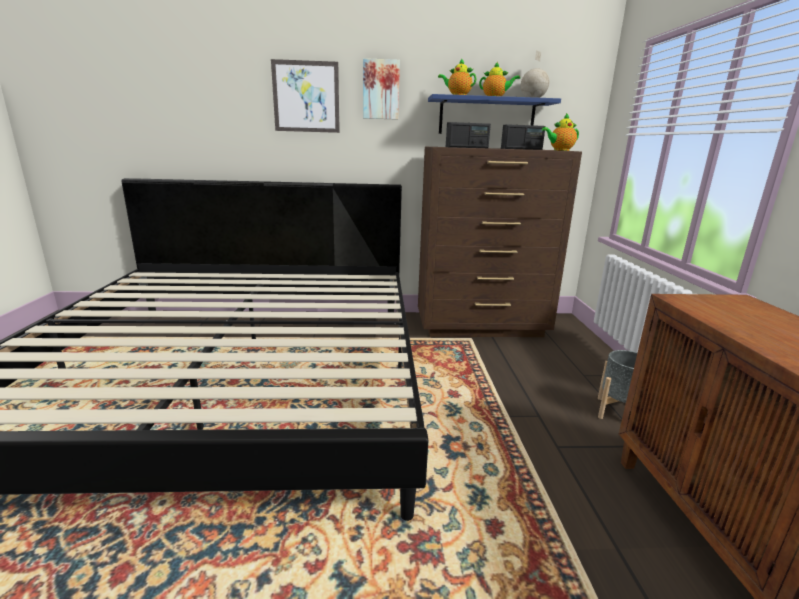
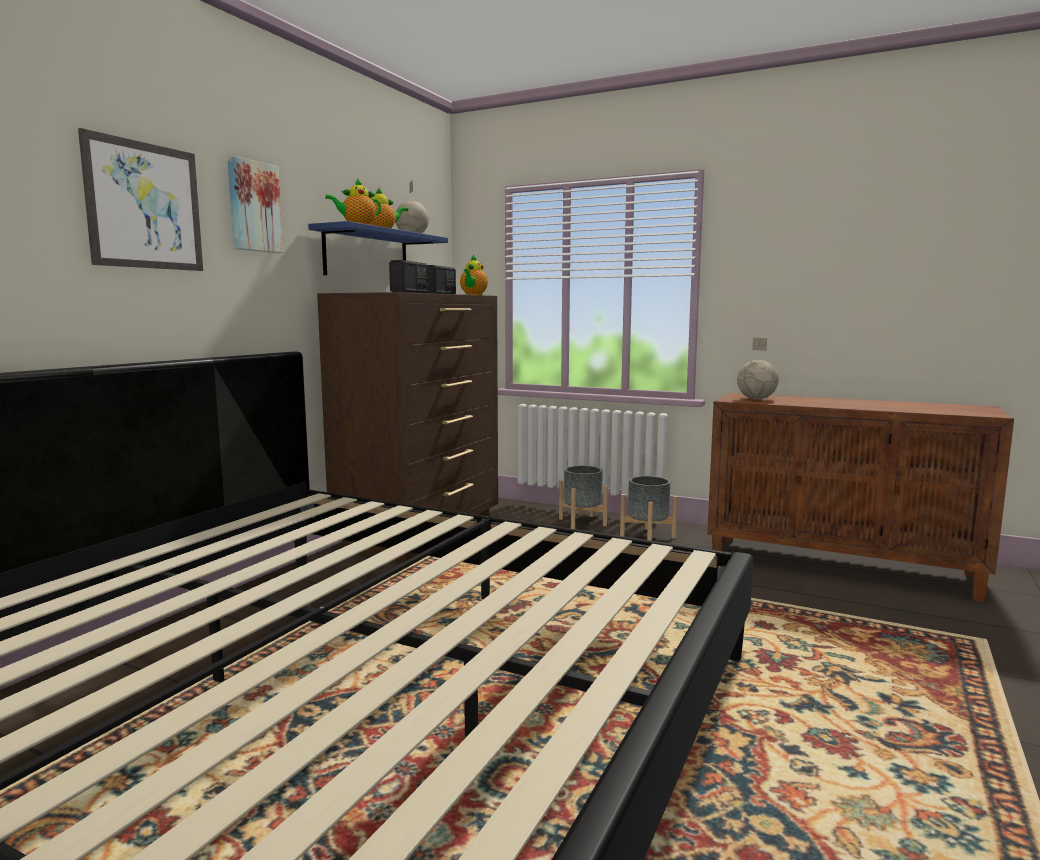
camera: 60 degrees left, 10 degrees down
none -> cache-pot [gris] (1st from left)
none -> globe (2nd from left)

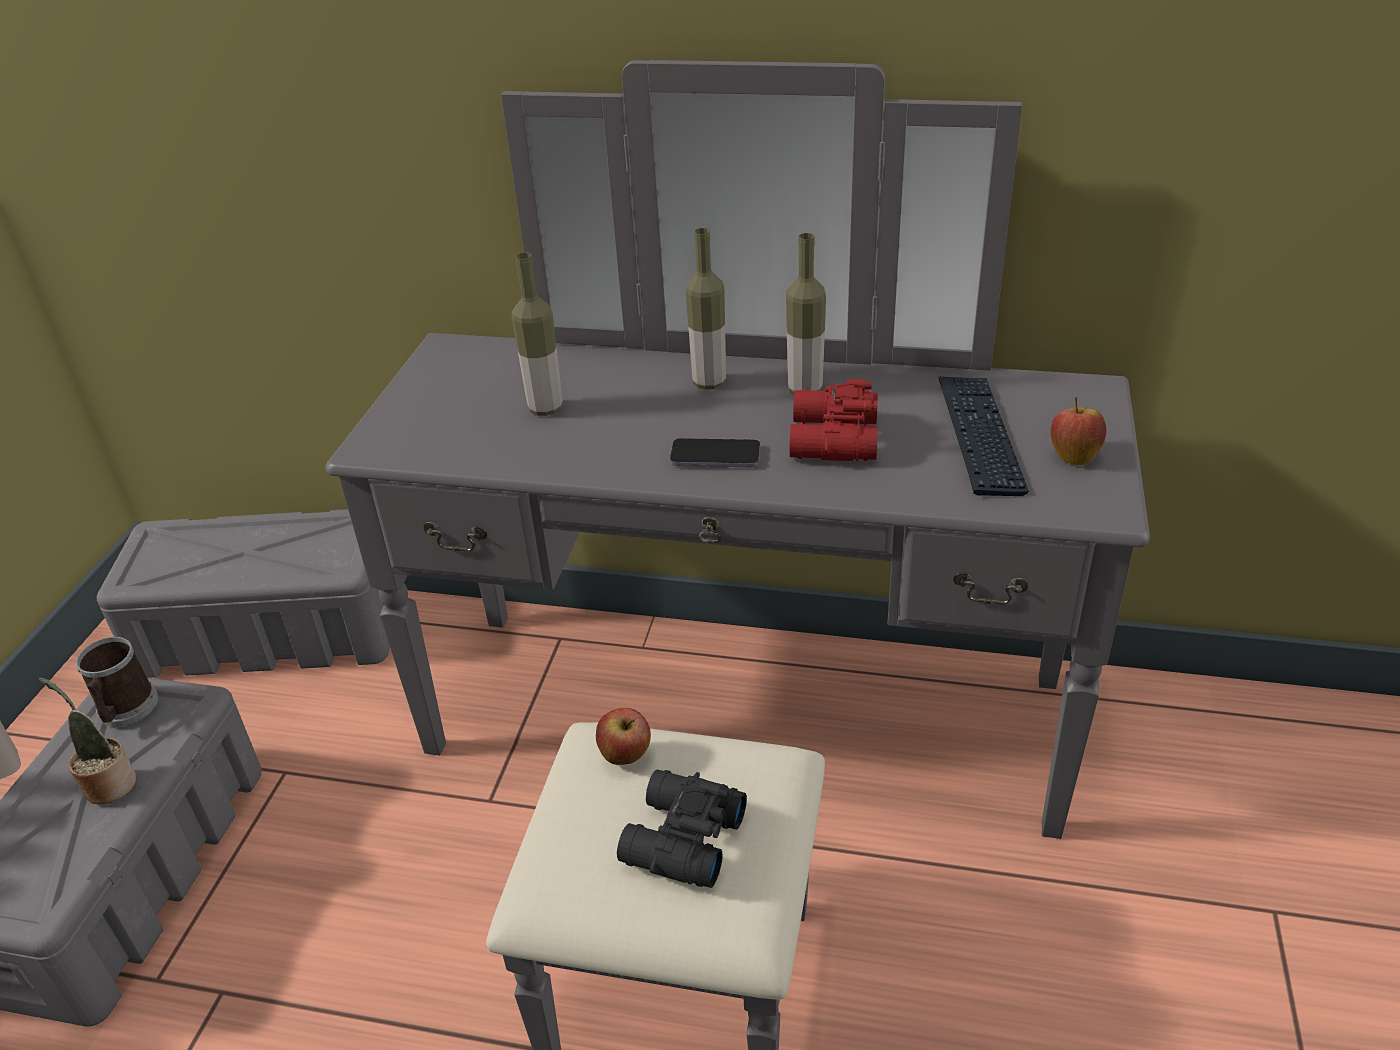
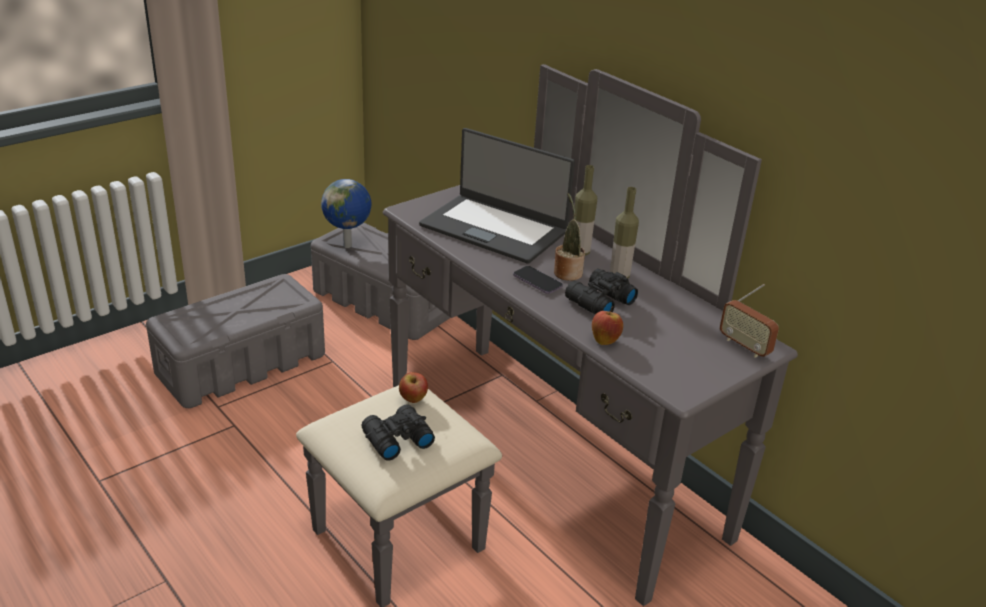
camera: 35 degrees right, 5 degrees down
none -> globe
bouteille (1st from left) -> ordinateur portable
plante en pot, moved
jumelles [rouge] -> jumelles [noir] (2nd from left)
pomme (2nd from left), moved
none -> radio
mug -> none
clavier -> none

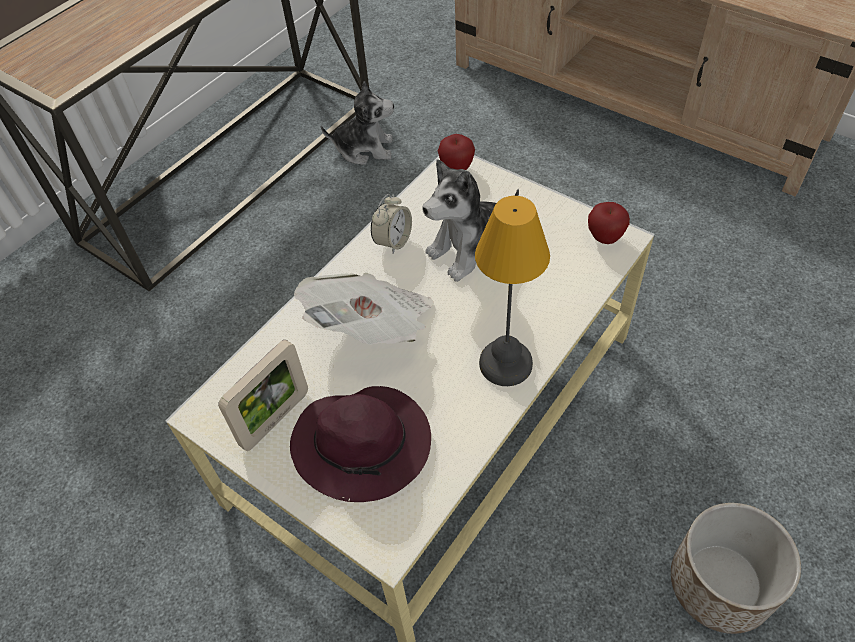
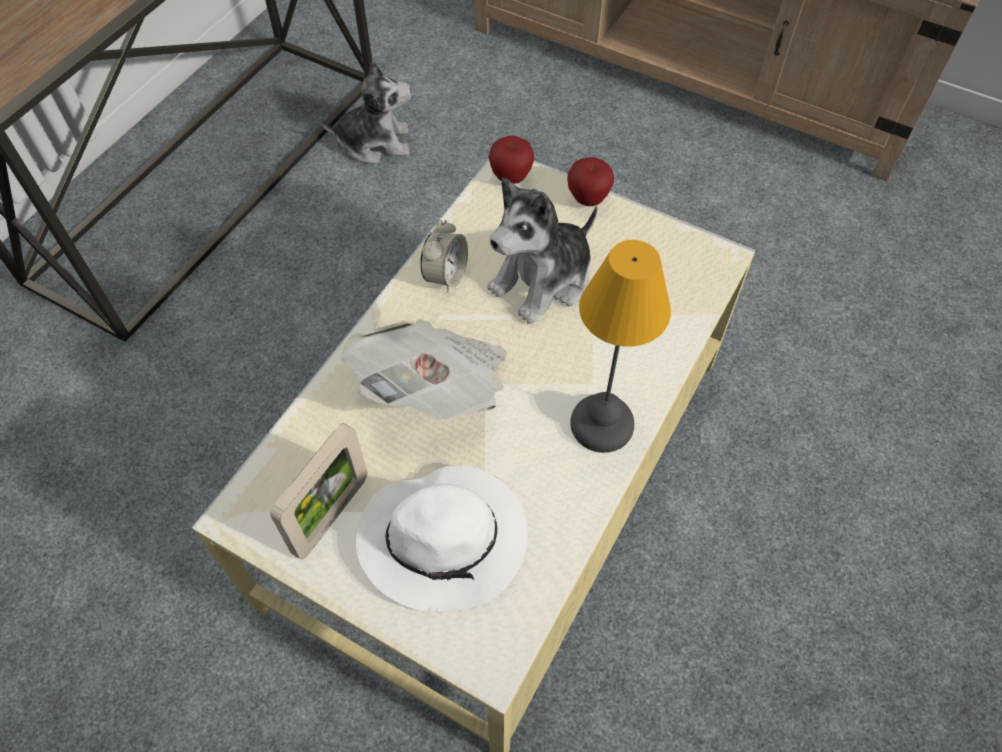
camera: 10 degrees left, 5 degrees up
chapeau [violet] -> chapeau [blanc]
pomme (2nd from left), moved
cache-pot -> none

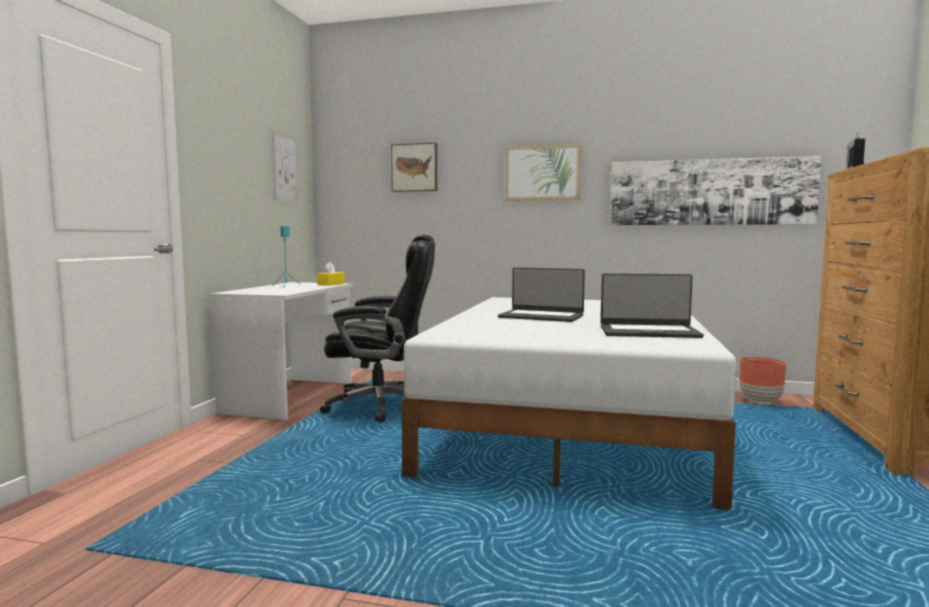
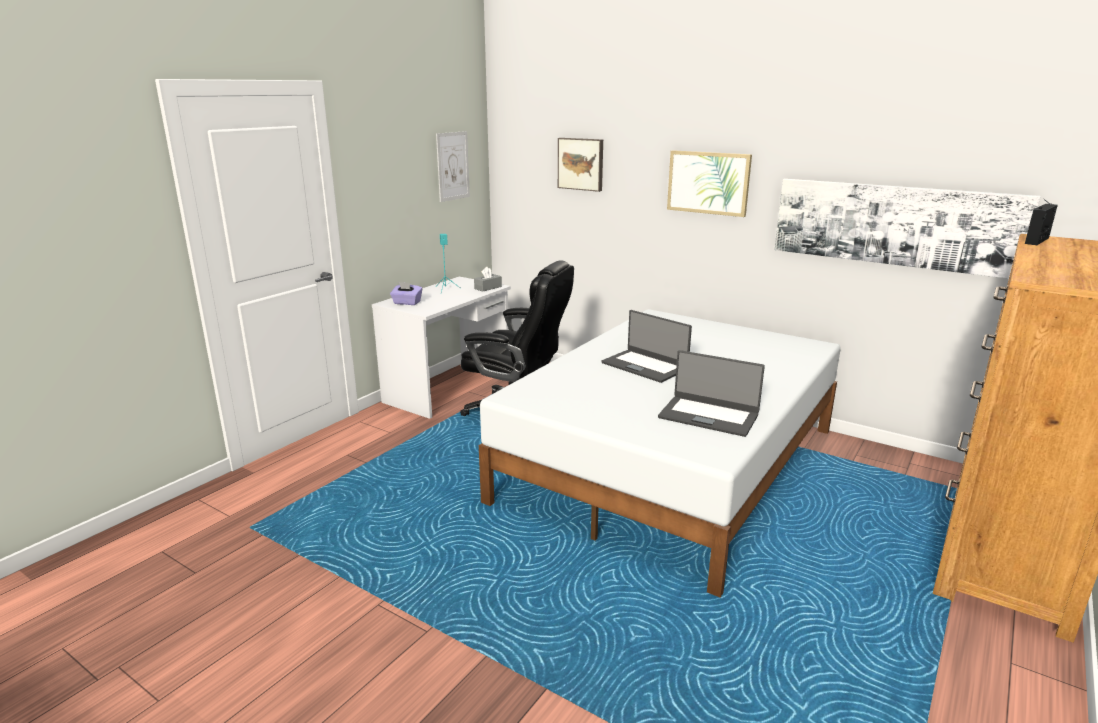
camera: 20 degrees right, 15 degrees up
none -> boîte à mouchoirs [violet]
boîte à mouchoirs [jaune] -> boîte à mouchoirs [gris]
cache-pot [marron] -> none

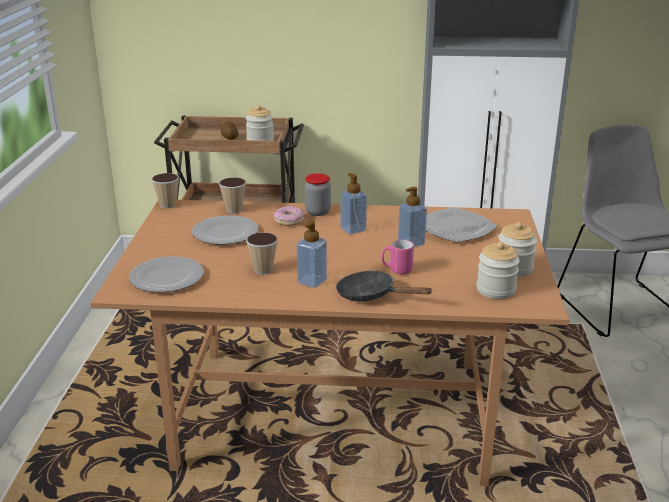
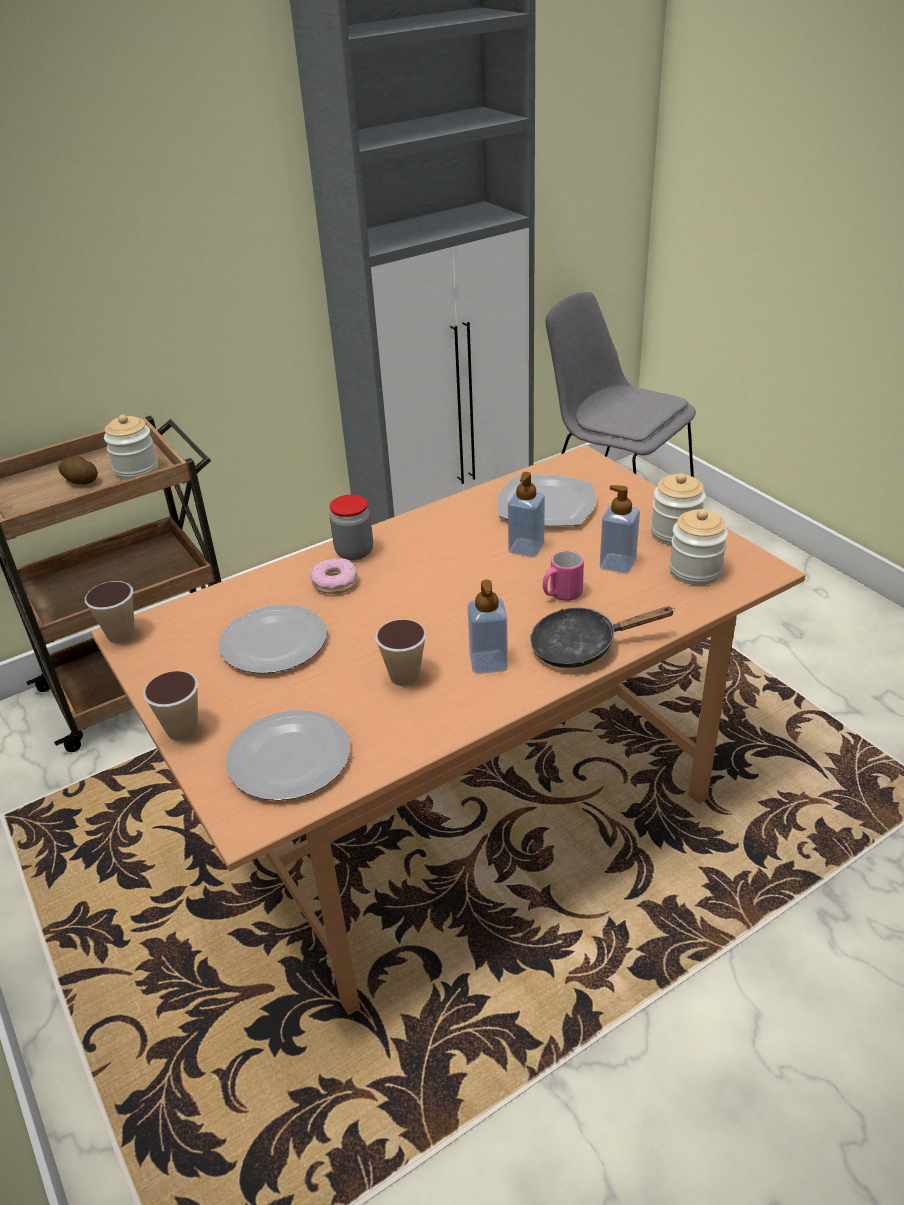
camera: 35 degrees left, 10 degrees up
tasse (2nd from left), moved
distributeur de savon (2nd from left in the first image) -> distributeur de savon (3rd from left), moved

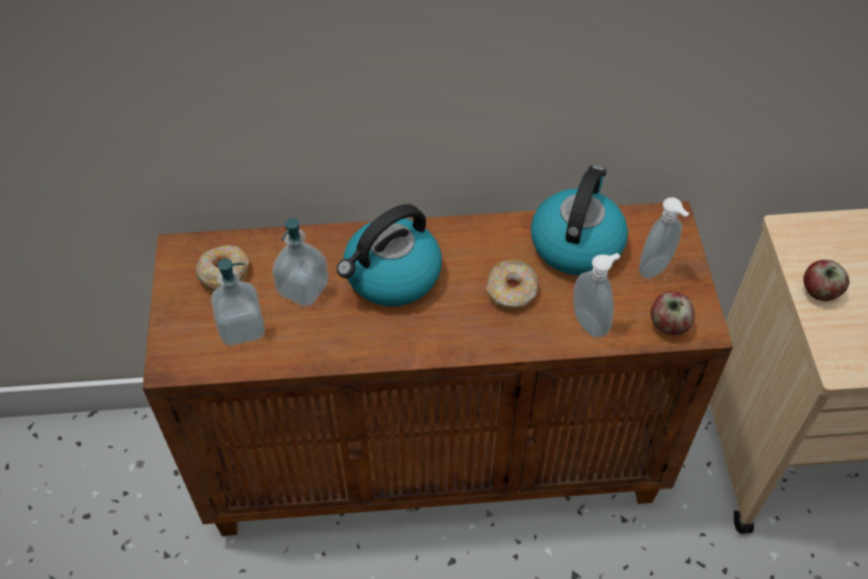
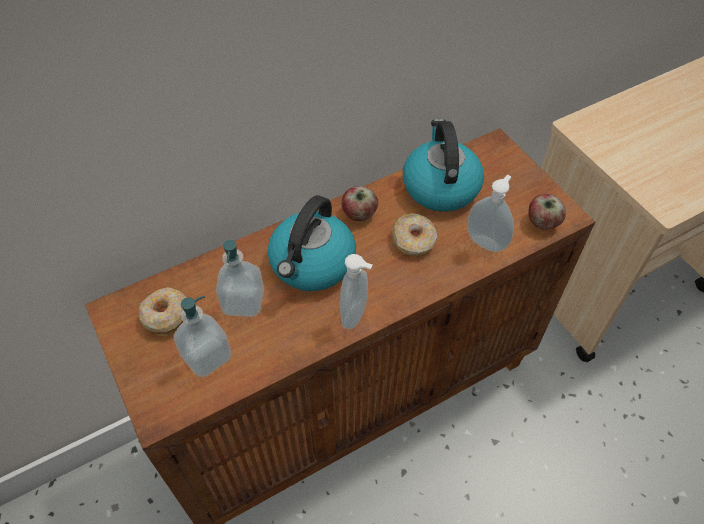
camera: 25 degrees left, 0 degrees up
distributeur de savon (4th from left in the first image) -> distributeur de savon (3rd from left), moved
pomme (2nd from left in the first image) -> pomme (1st from left), moved

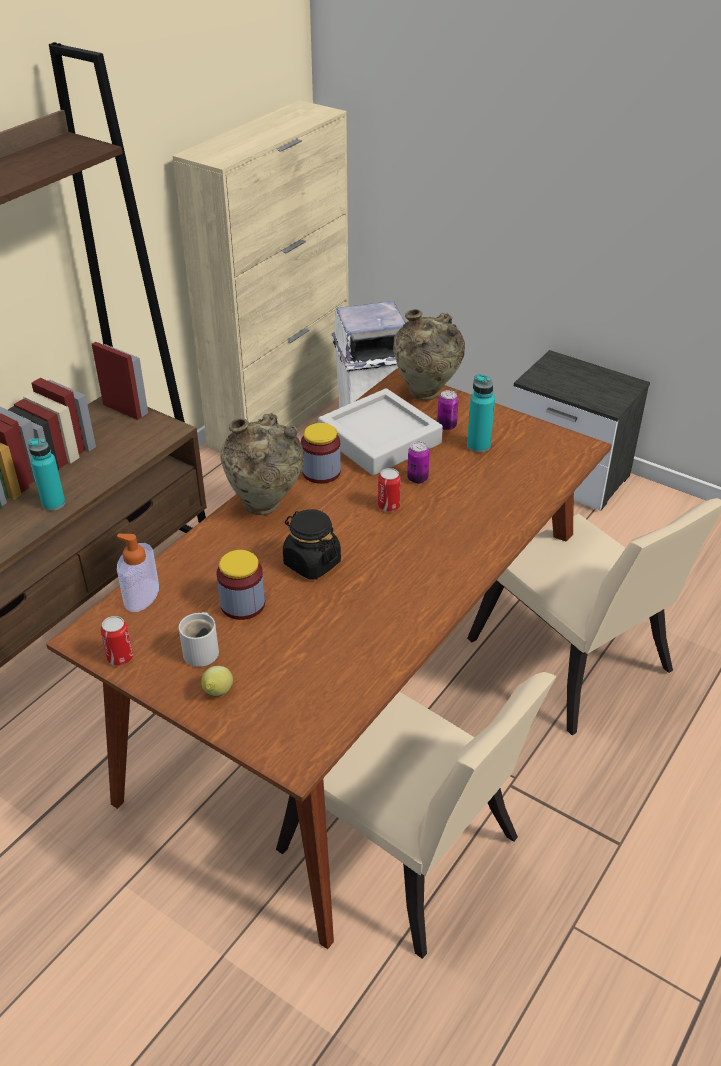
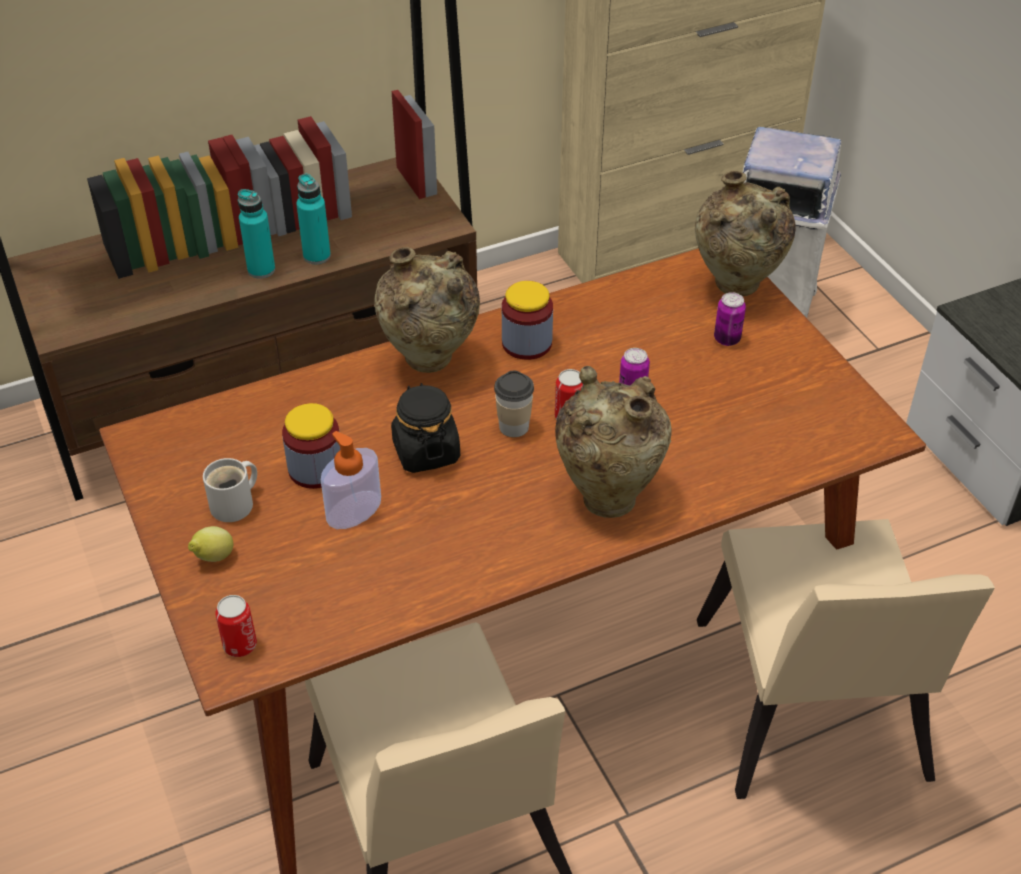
camera: 30 degrees right, 5 degrees up
boîte métallique (1st from left), moved
bouteille [turquoise] (2nd from left), moved
distributeur de savon, moved
none -> tasse
none -> vase [beige] (2nd from left)
plateau [gris] -> none

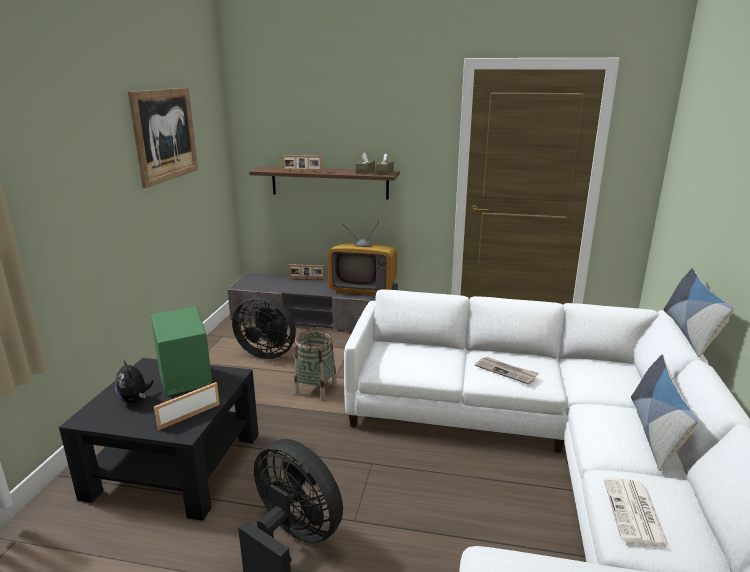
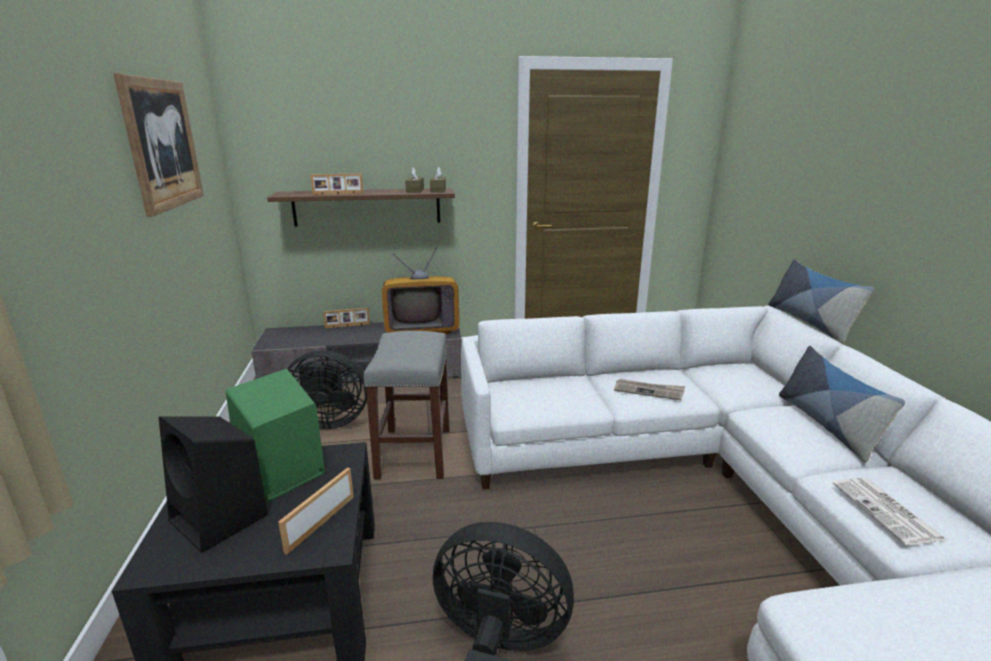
camera: 20 degrees left, 0 degrees up
peluche -> enceinte [noir]
panier -> tabouret [gris]

